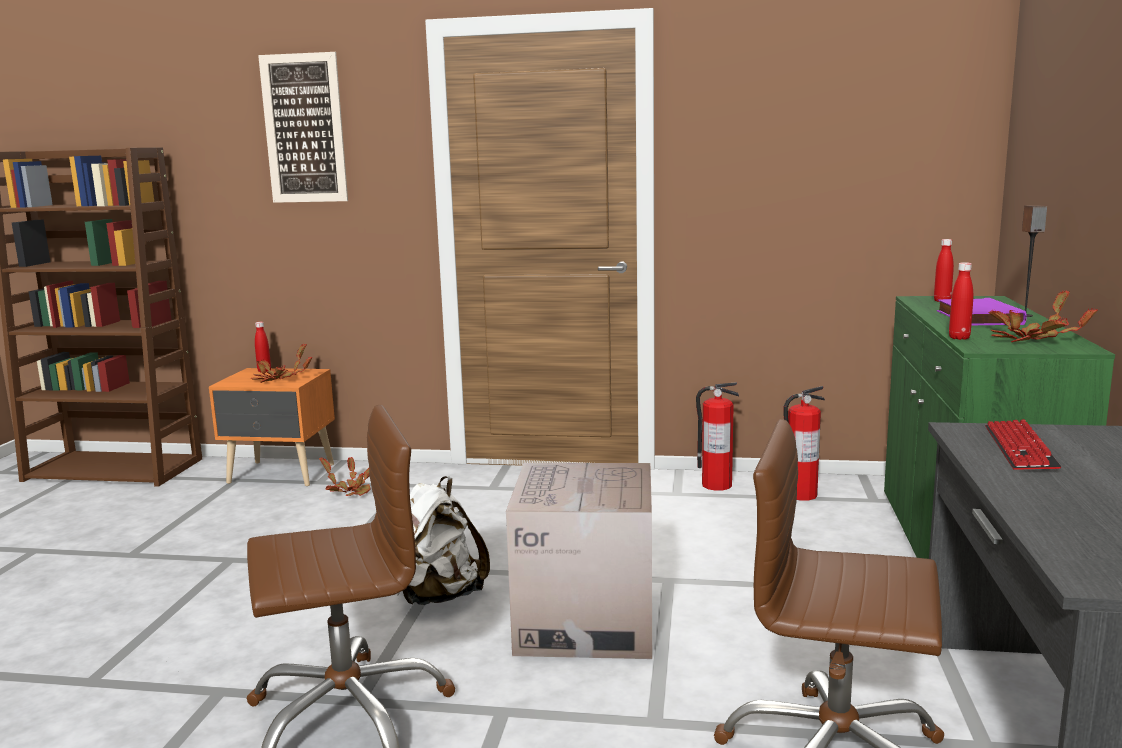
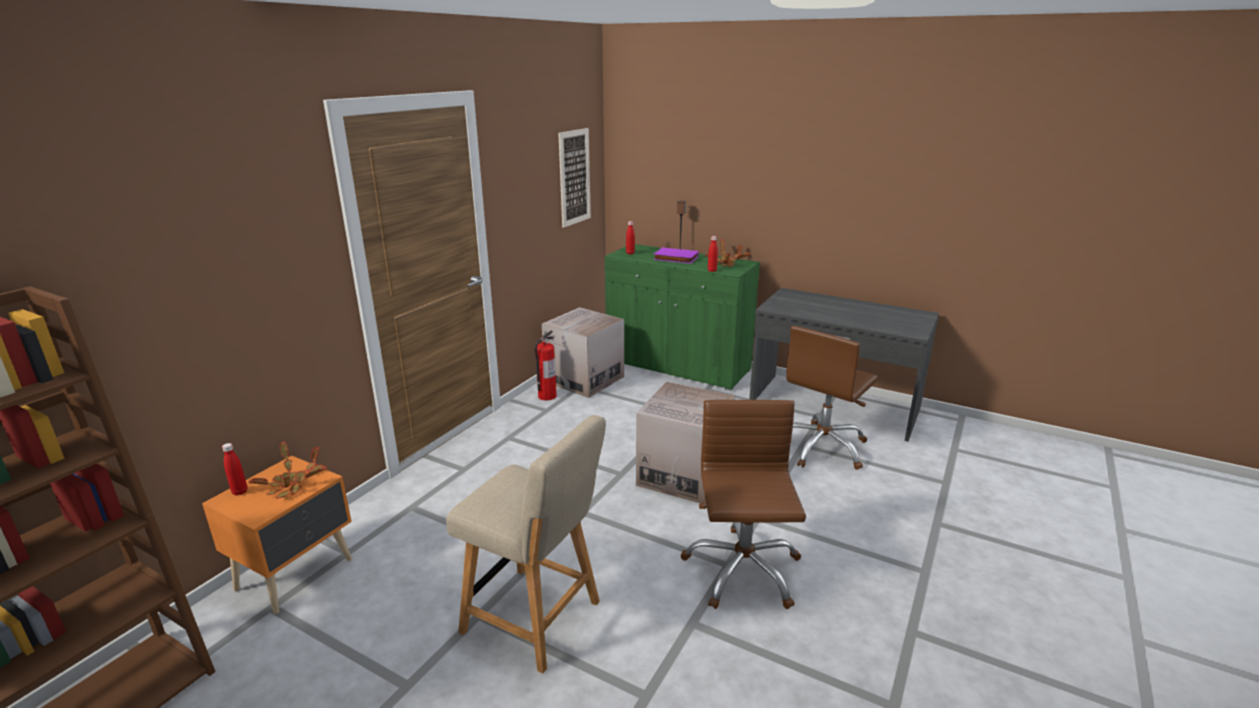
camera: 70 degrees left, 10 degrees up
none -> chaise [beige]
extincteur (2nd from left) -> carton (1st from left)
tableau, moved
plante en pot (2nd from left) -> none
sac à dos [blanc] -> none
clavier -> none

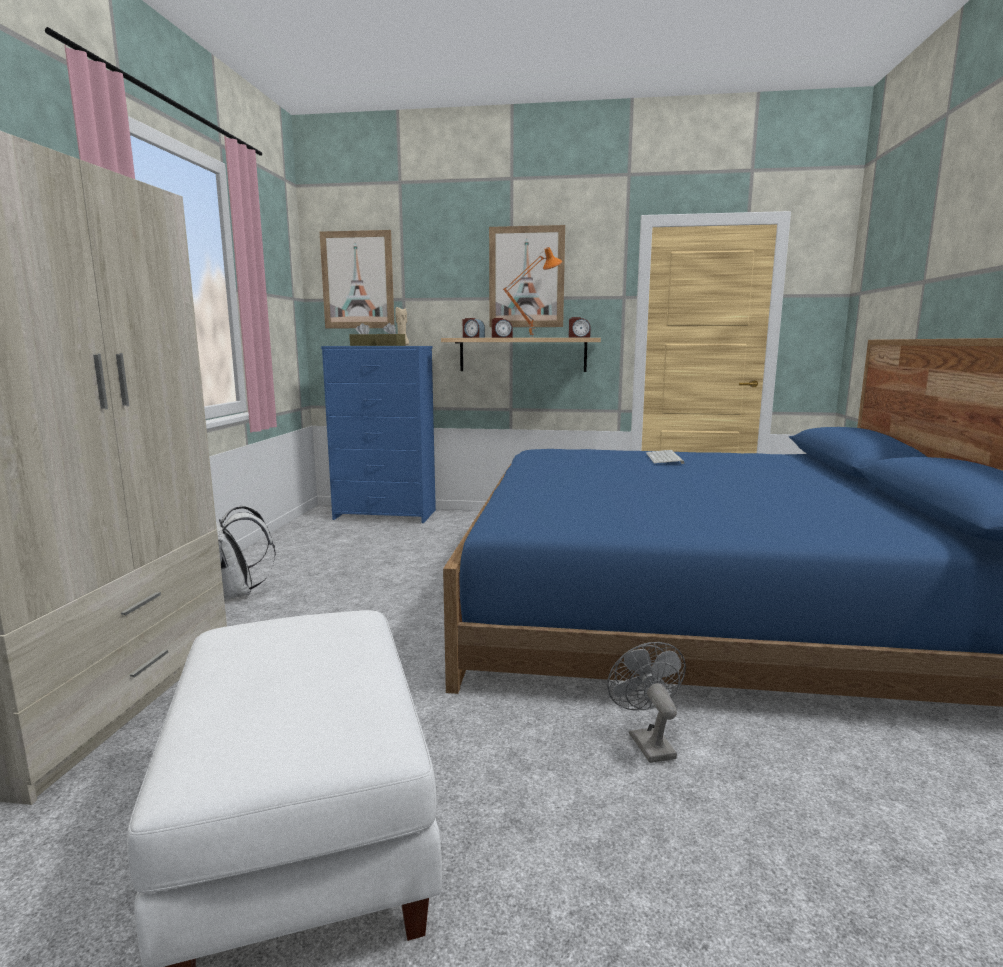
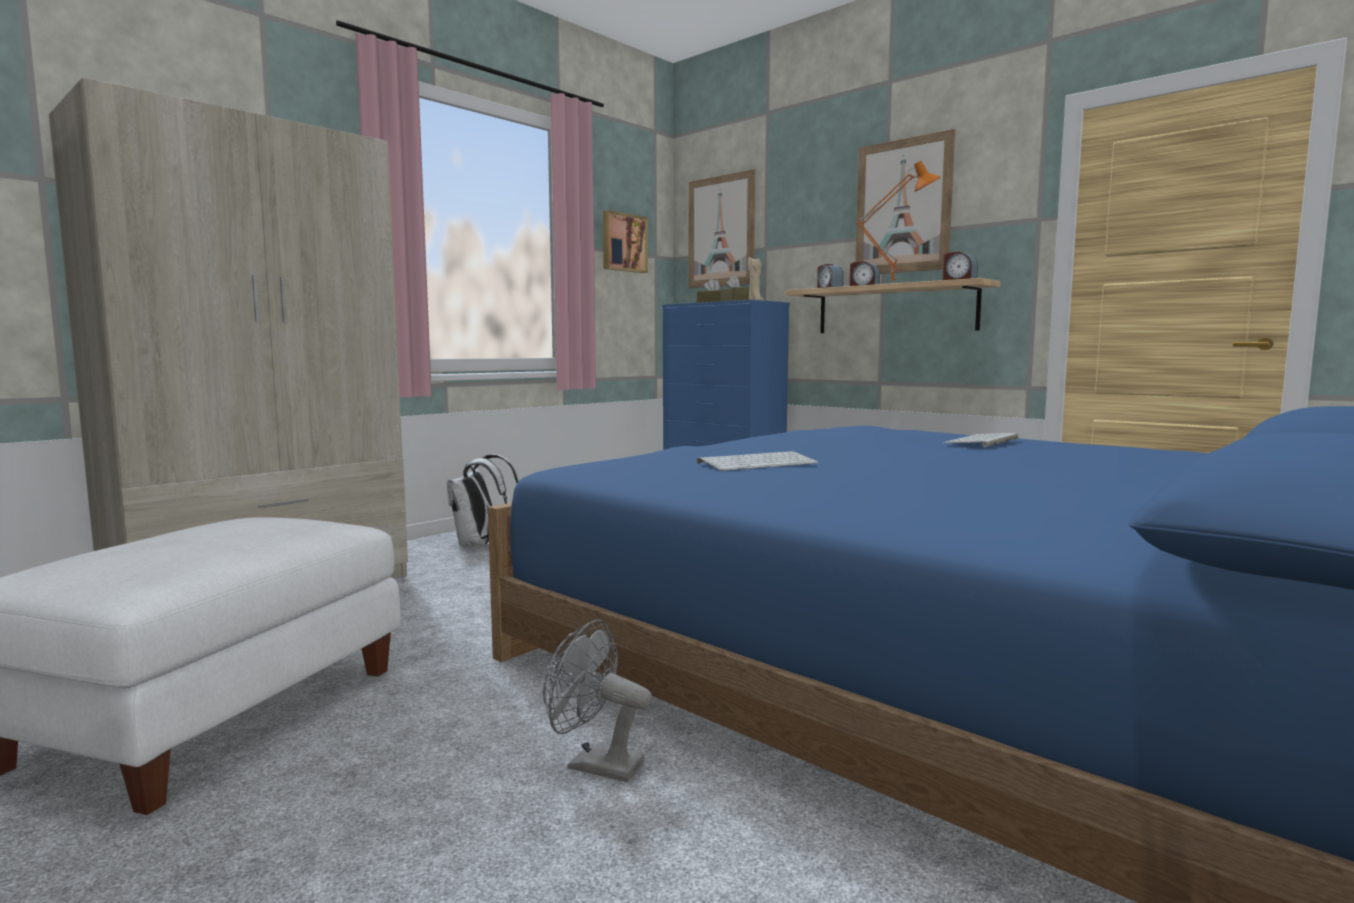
camera: 35 degrees right, 5 degrees down
ventilateur [gris], 90 degrees counterclockwise
none -> tableau (1st from left)
none -> clavier (1st from left)

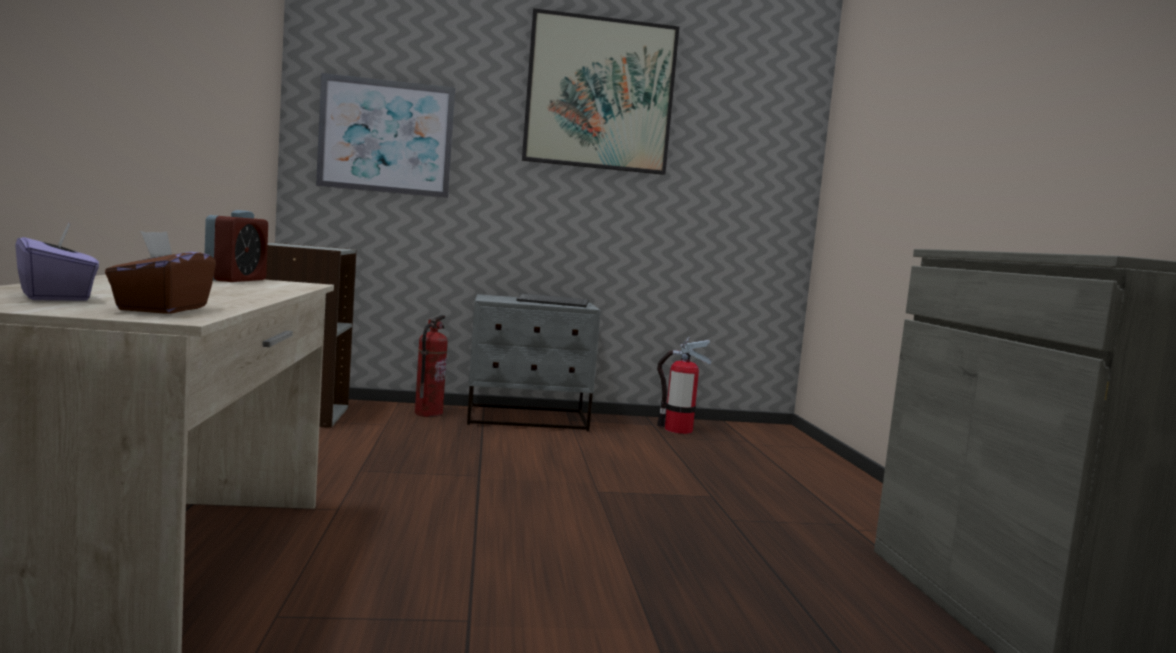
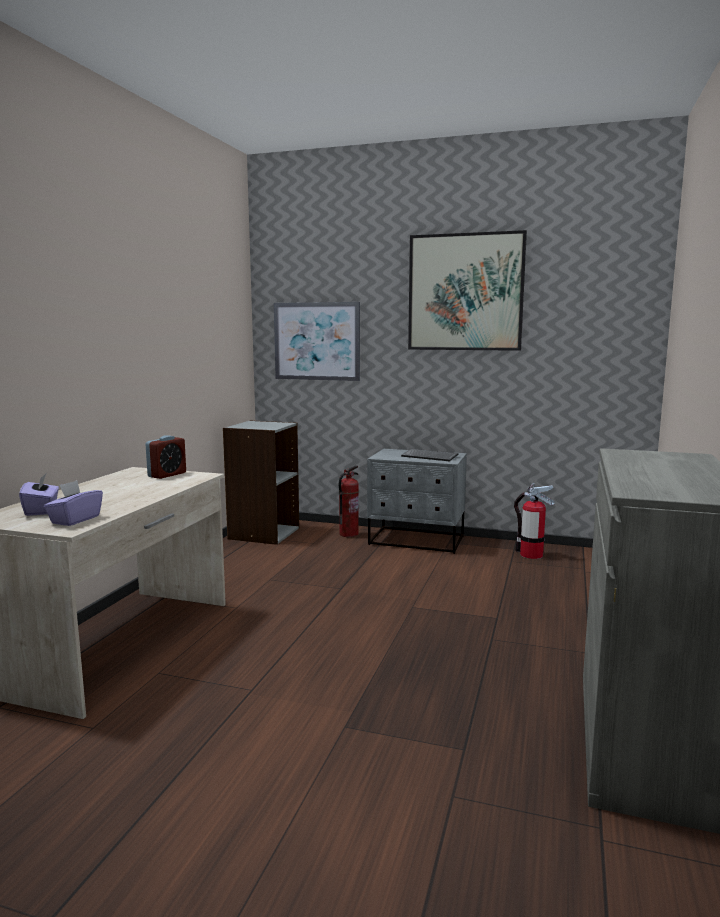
camera: 25 degrees right, 5 degrees up
boîte à mouchoirs [marron] -> boîte à mouchoirs [violet] (2nd from left)

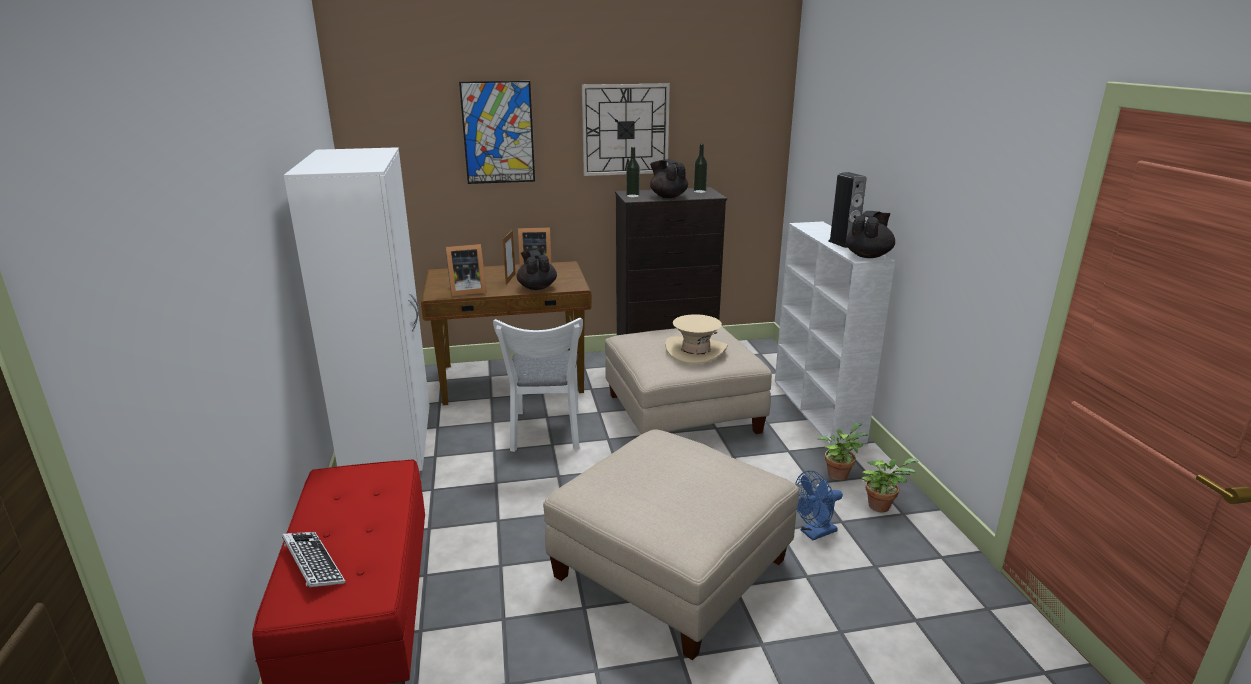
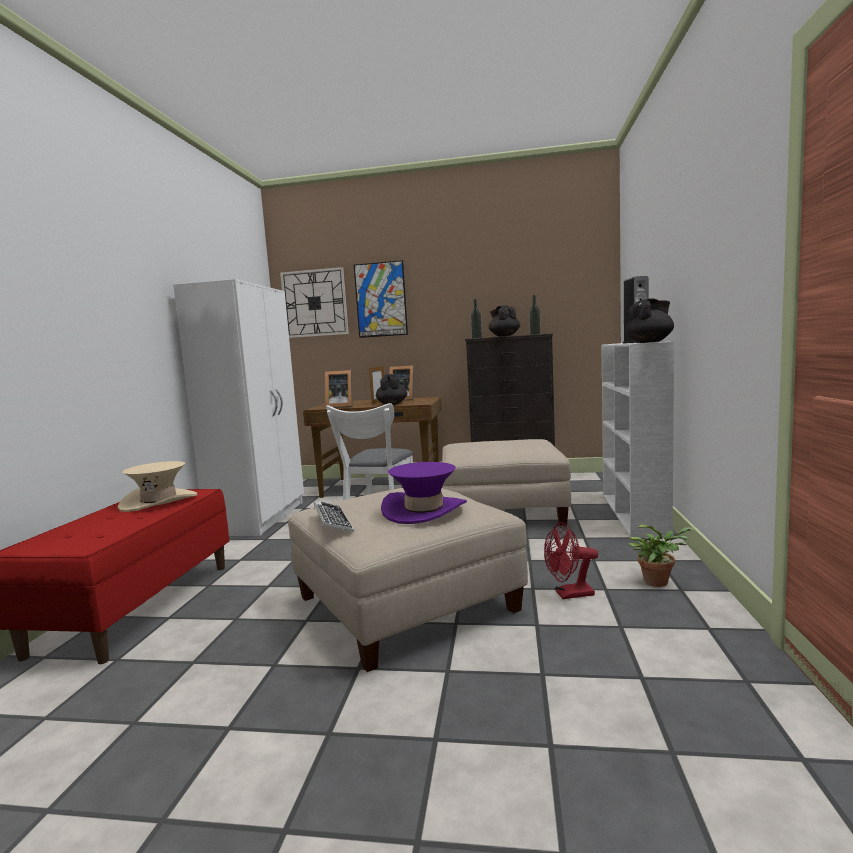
camera: 20 degrees right, 15 degrees down
chapeau [beige], moved
horloge murale, moved
clavier, moved
none -> chapeau [violet]
ventilateur [bleu] -> ventilateur [rouge]
plante en pot (1st from left) -> none

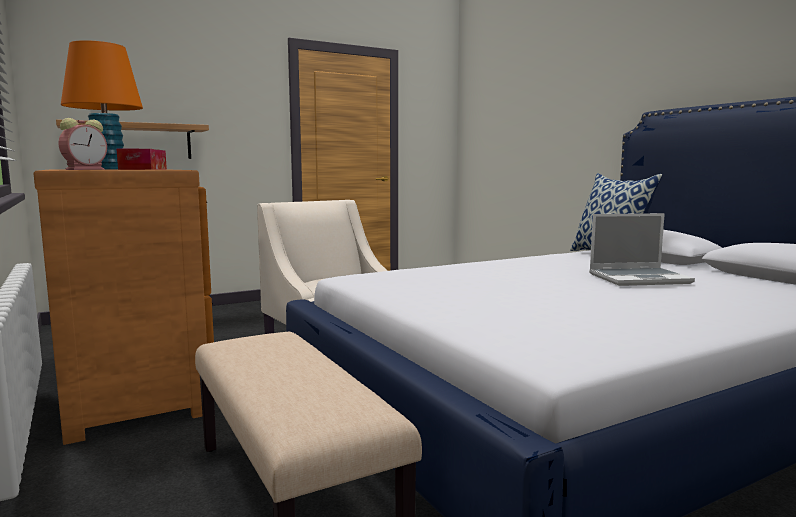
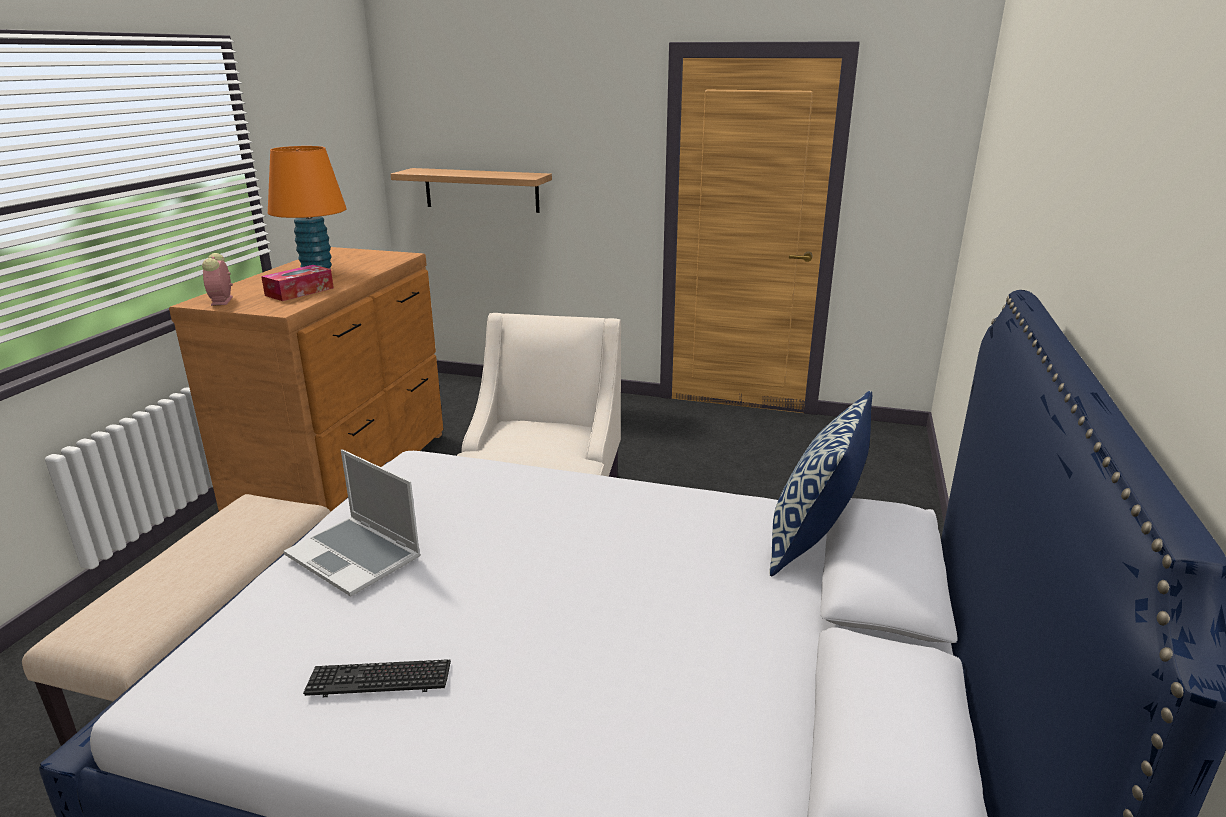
camera: 45 degrees right, 15 degrees up
réveil, 90 degrees clockwise
ordinateur portable, moved
none -> clavier

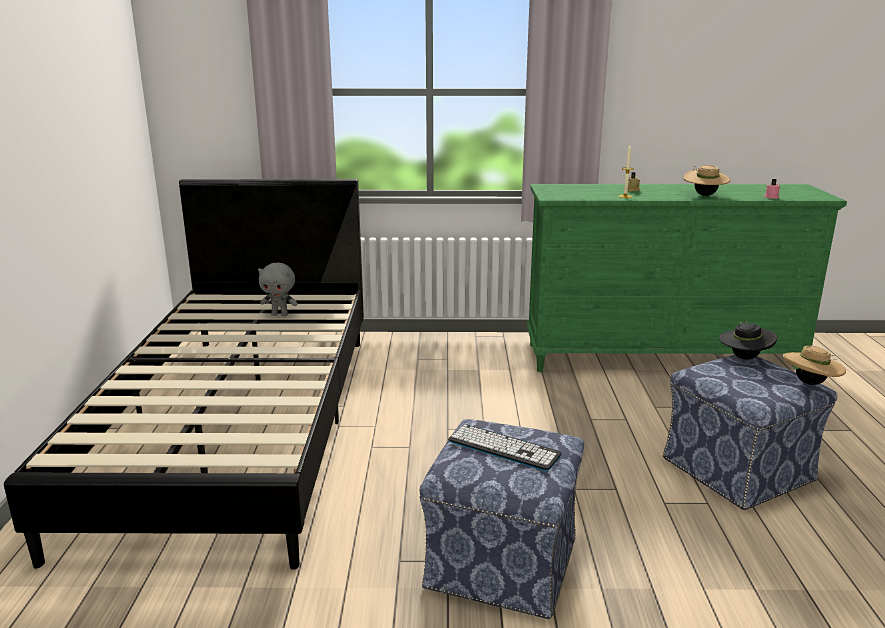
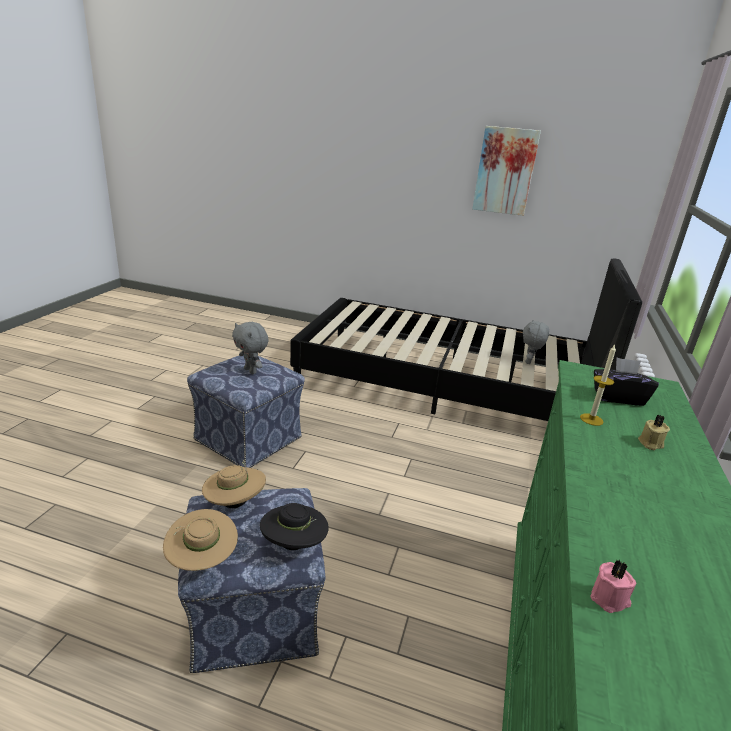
camera: 105 degrees right, 5 degrees up
chapeau [beige] (1st from left in the first image) -> chapeau [beige] (2nd from left), moved
clavier -> peluche [gris] (1st from left)
none -> tableau
none -> boîte à mouchoirs [noir]

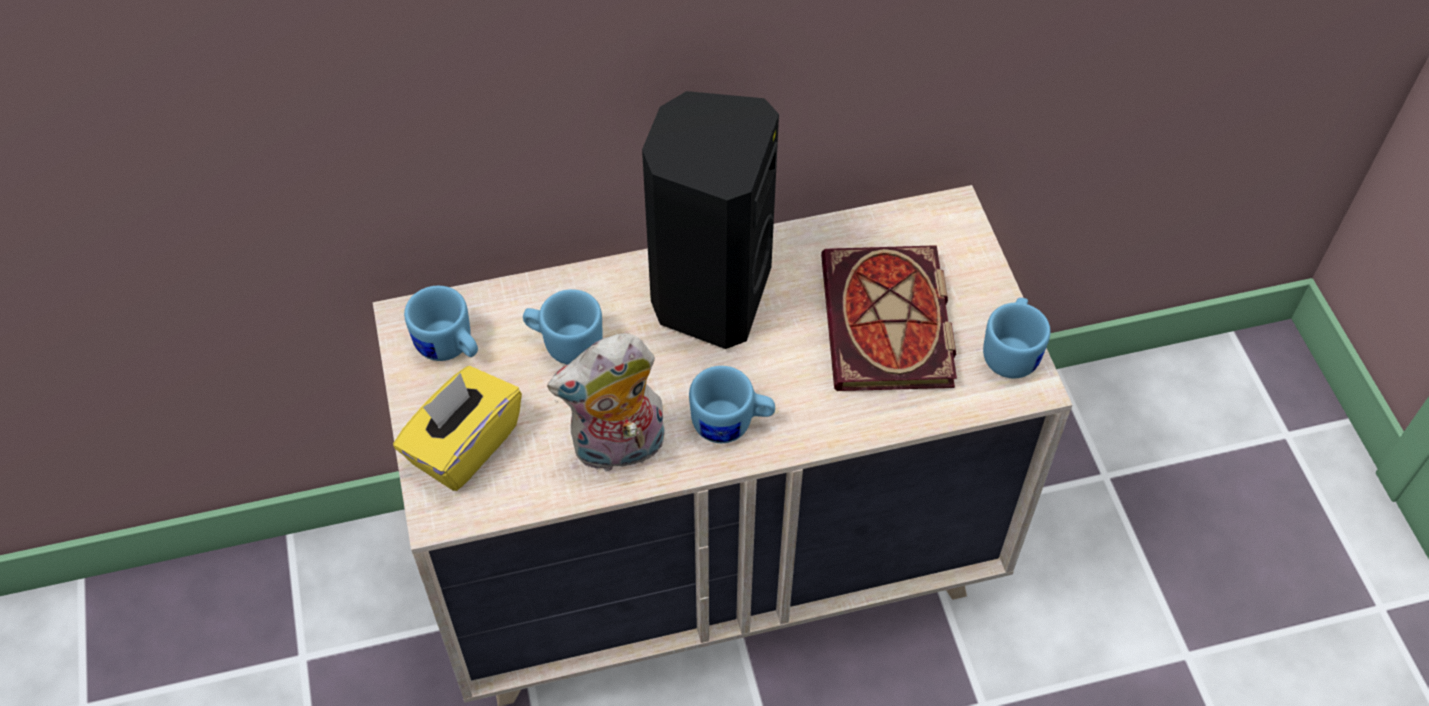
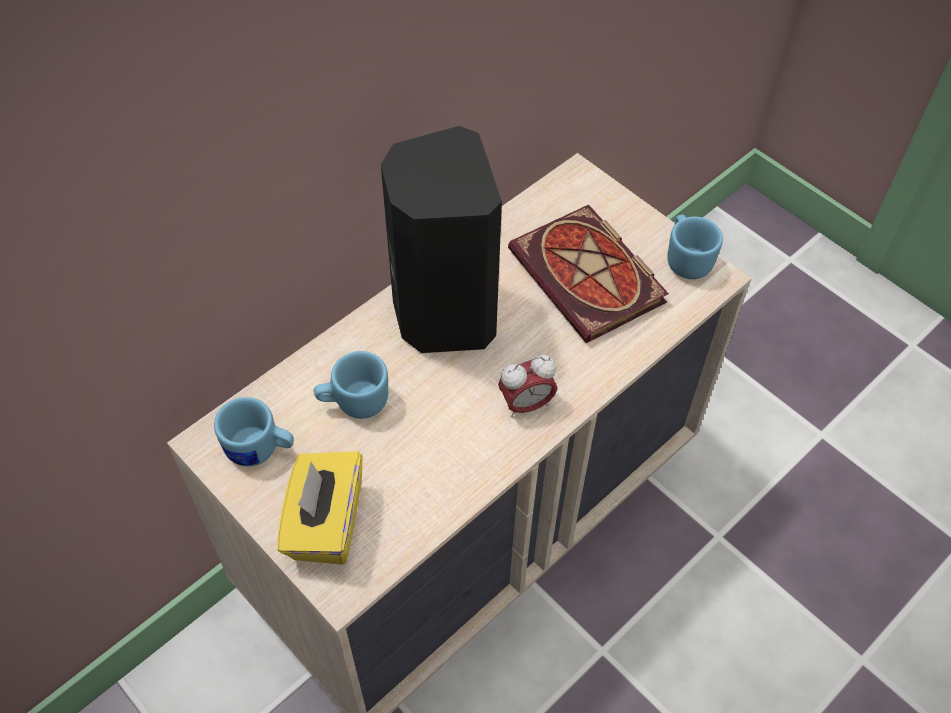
camera: 30 degrees left, 0 degrees up
mug [bleu] (3rd from left) -> réveil
peluche -> none

